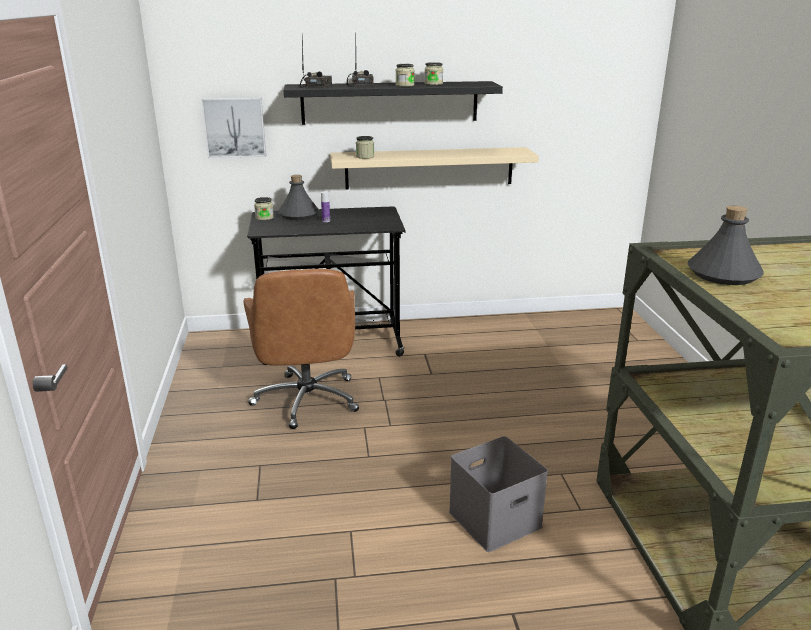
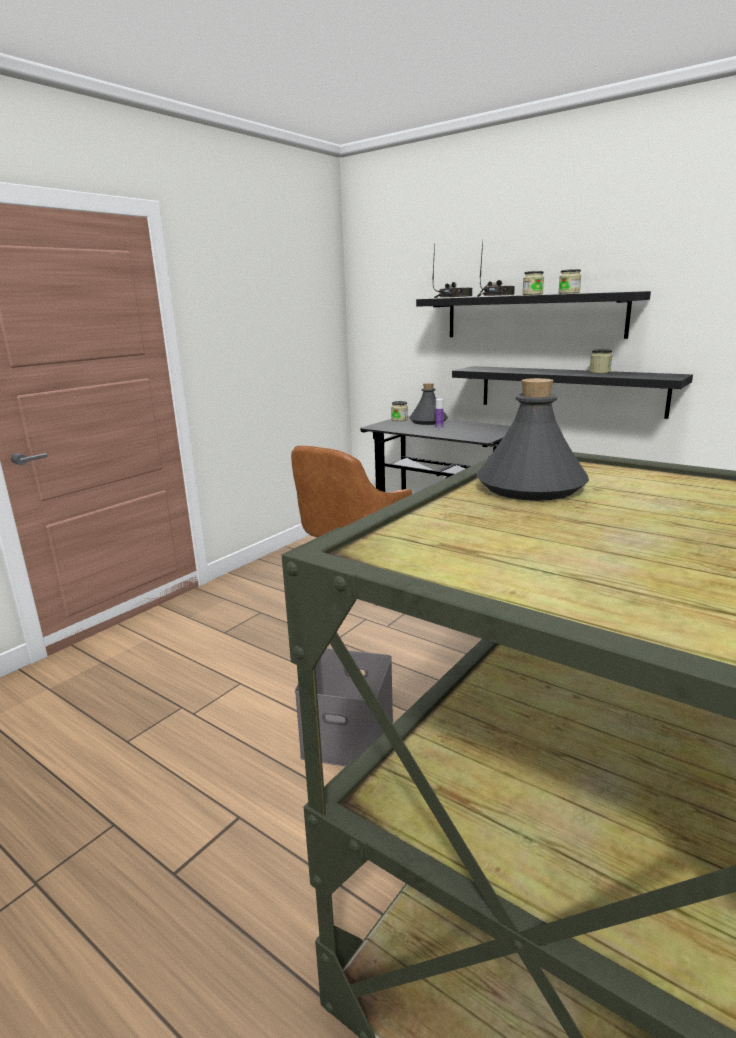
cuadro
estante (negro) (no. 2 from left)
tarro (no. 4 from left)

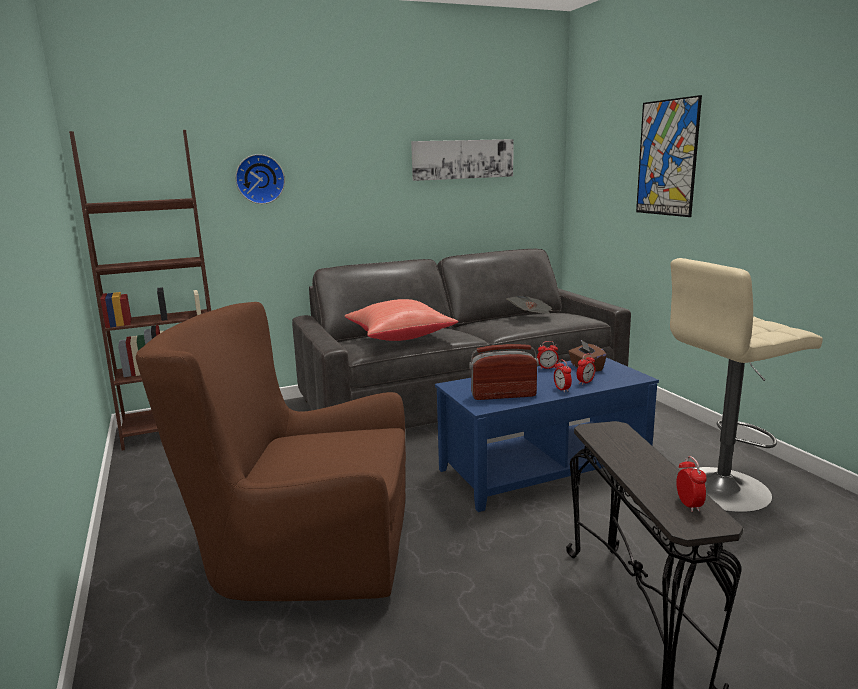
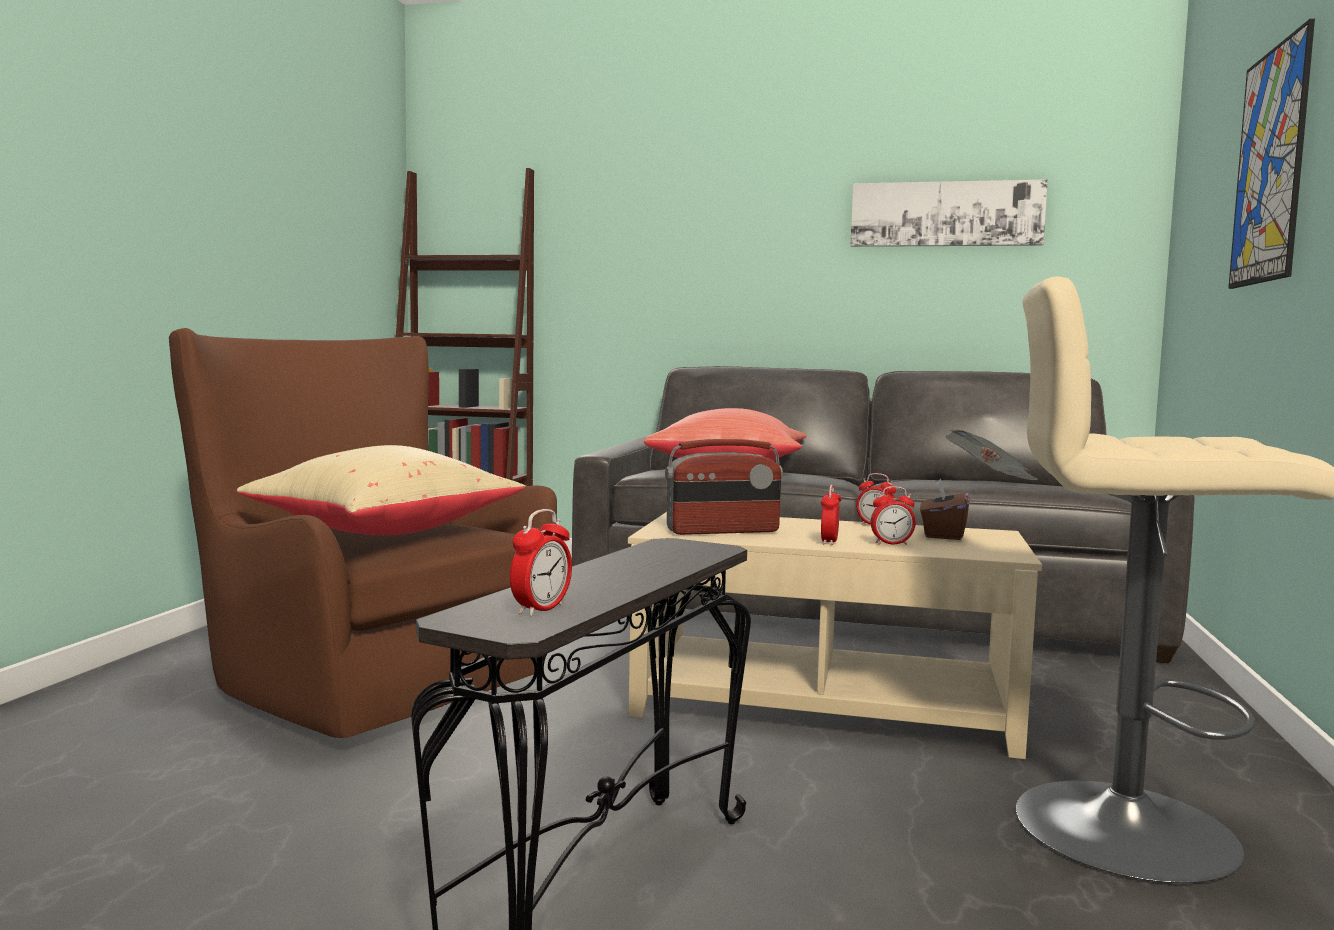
reloj de pared
mesa de centro (beis)
radio
cojín (beis)

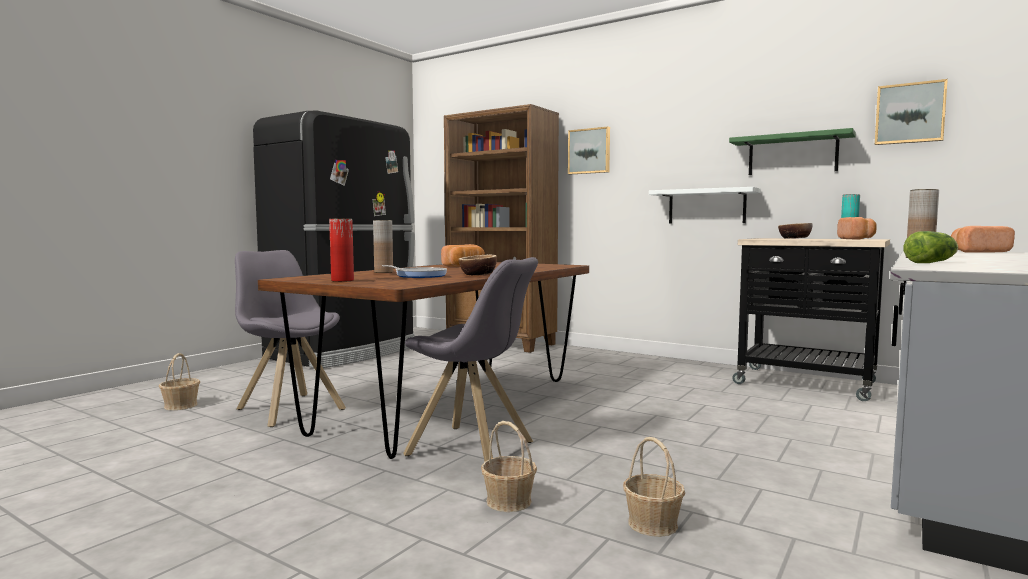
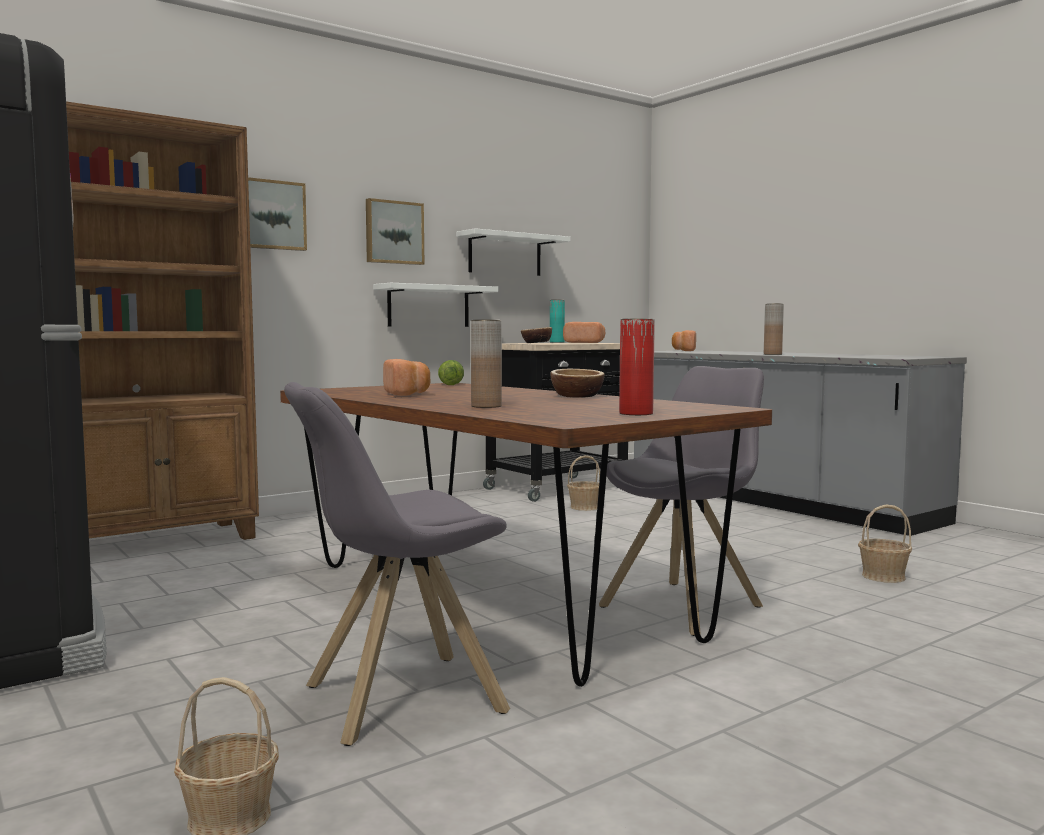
sartén
cesta (no. 2 from left)
estante (blanco) (no. 2 from left)
cuadro (no. 2 from left)
lechuga

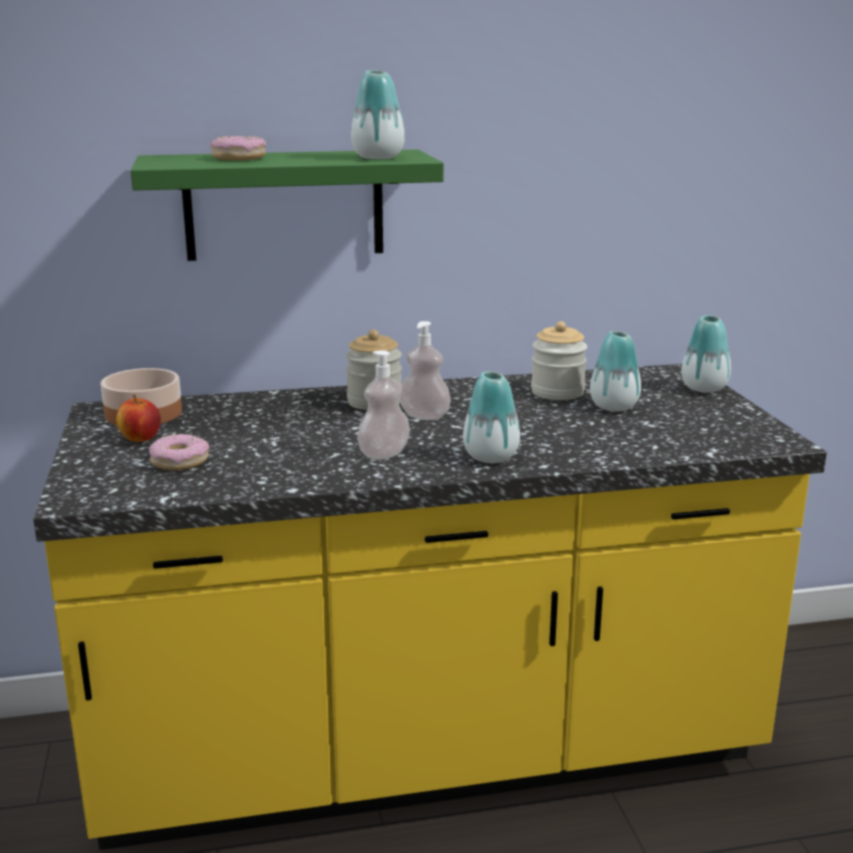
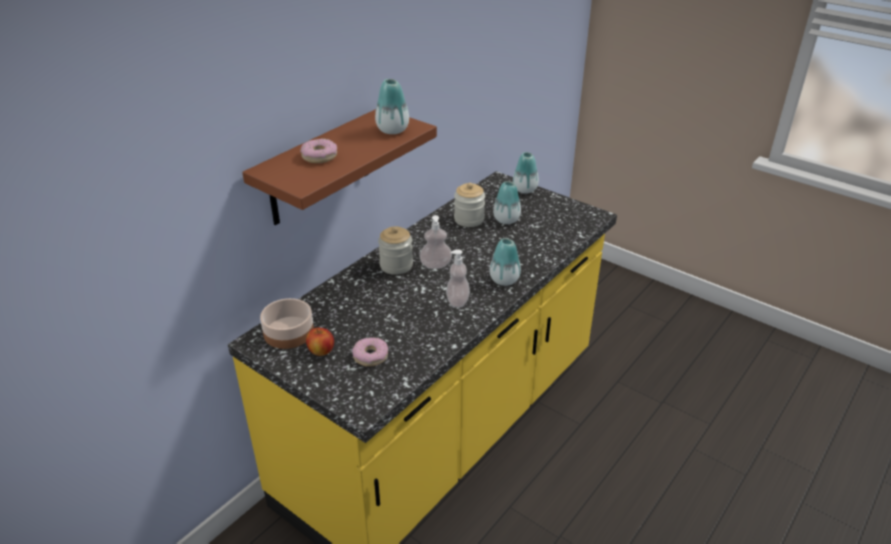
estante (marrón)

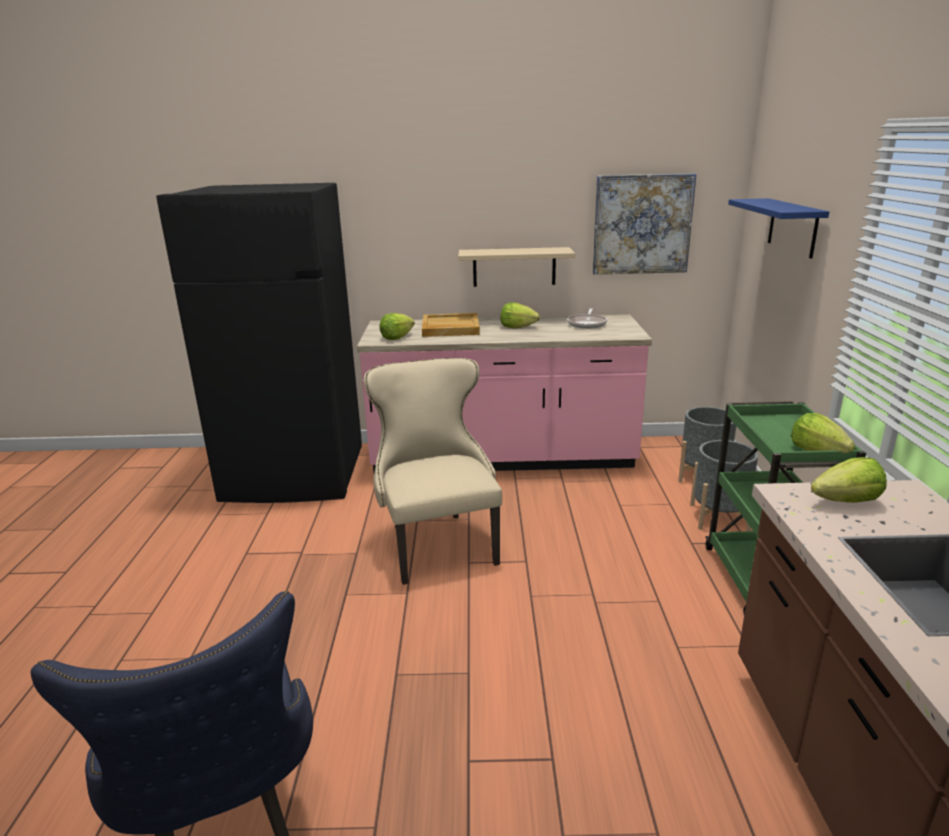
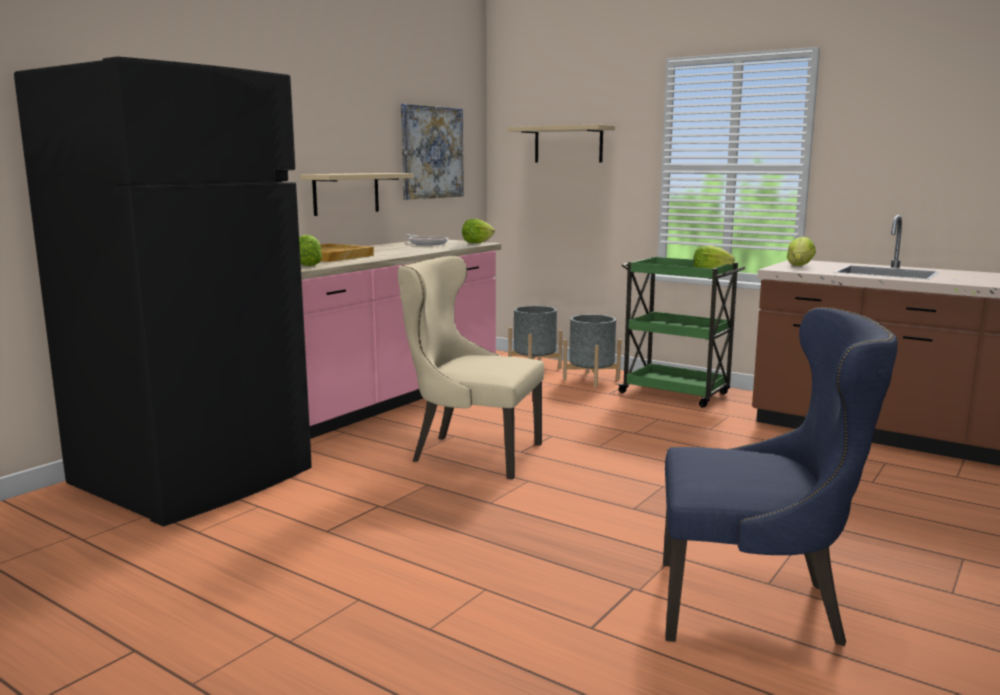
lechuga (no. 2 from left)
estante (beis) (no. 2 from left)

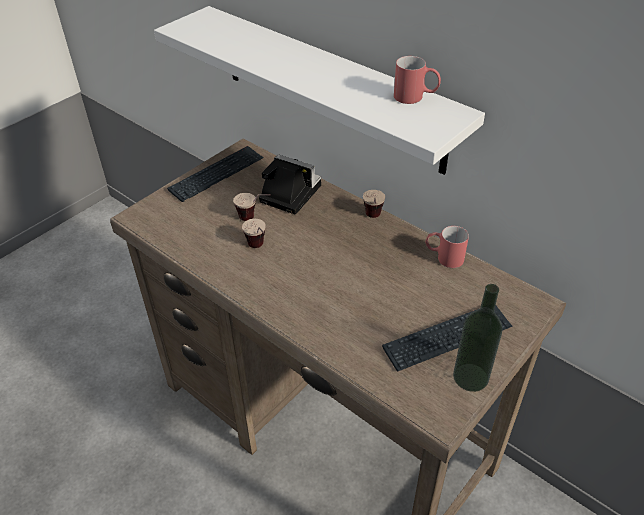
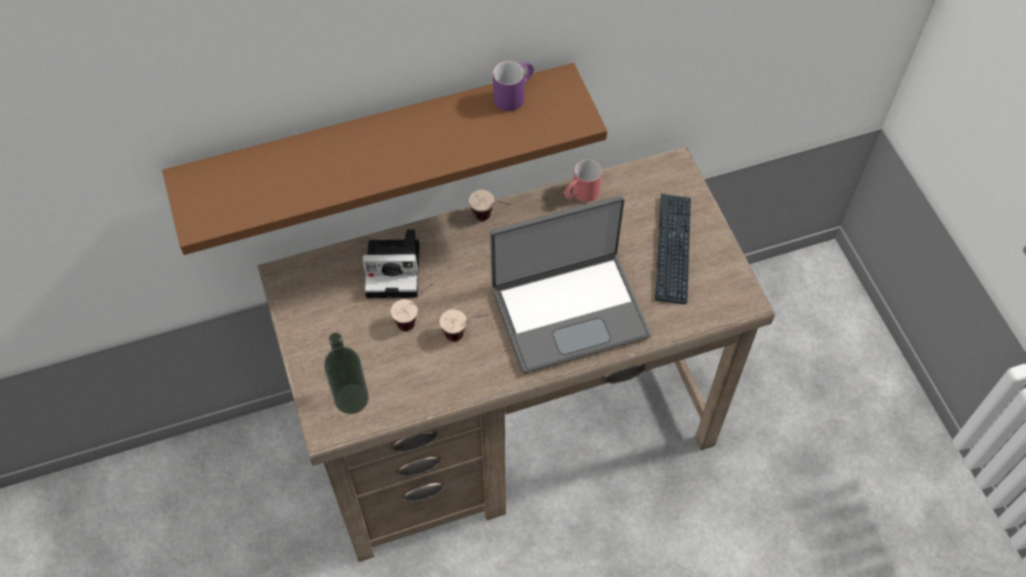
estante (marrón)
teclado (no. 1 from left in the first image)
cámara
taza grande (morado)
botella
portátil

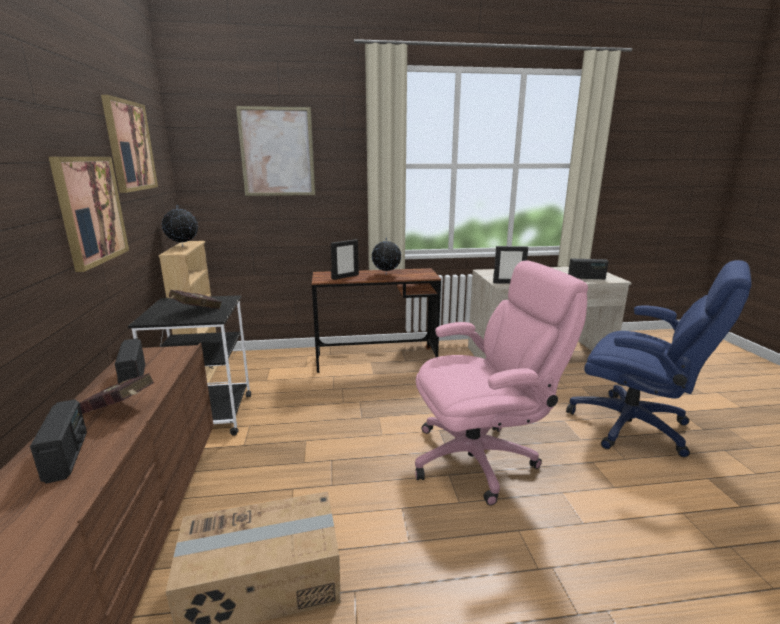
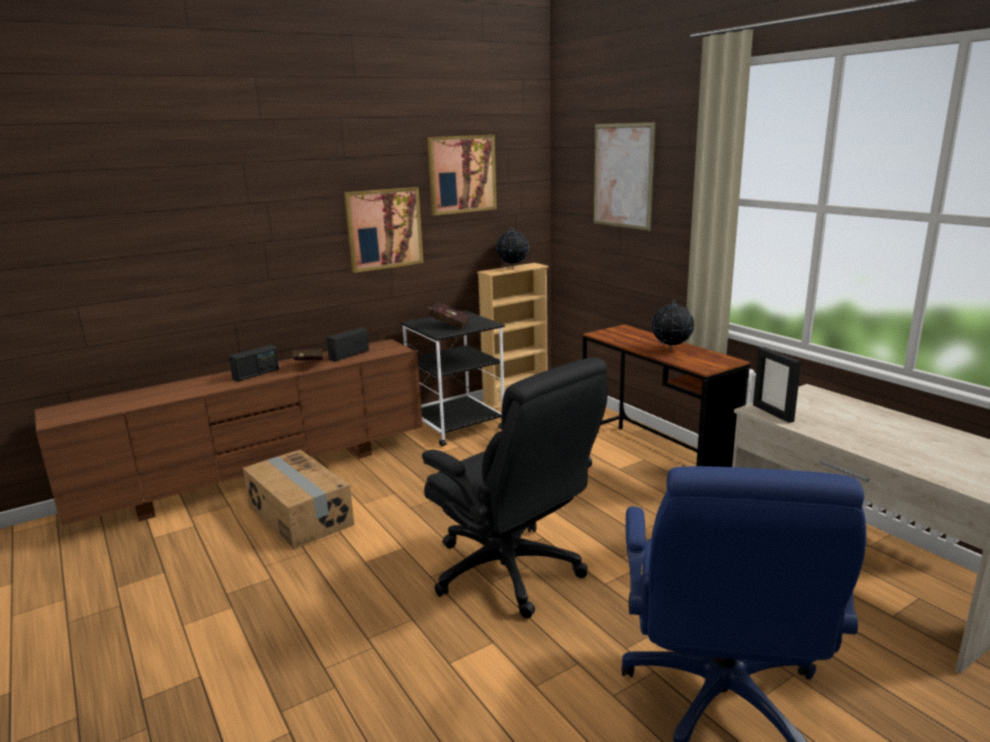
portarretratos (no. 1 from left in the first image)
silla de oficina (negro)
radio (no. 3 from left in the first image)

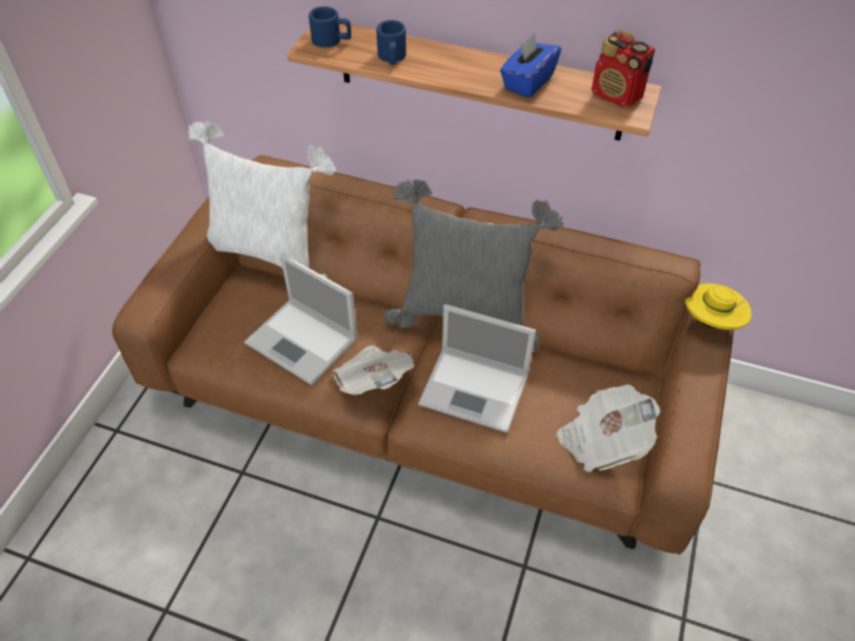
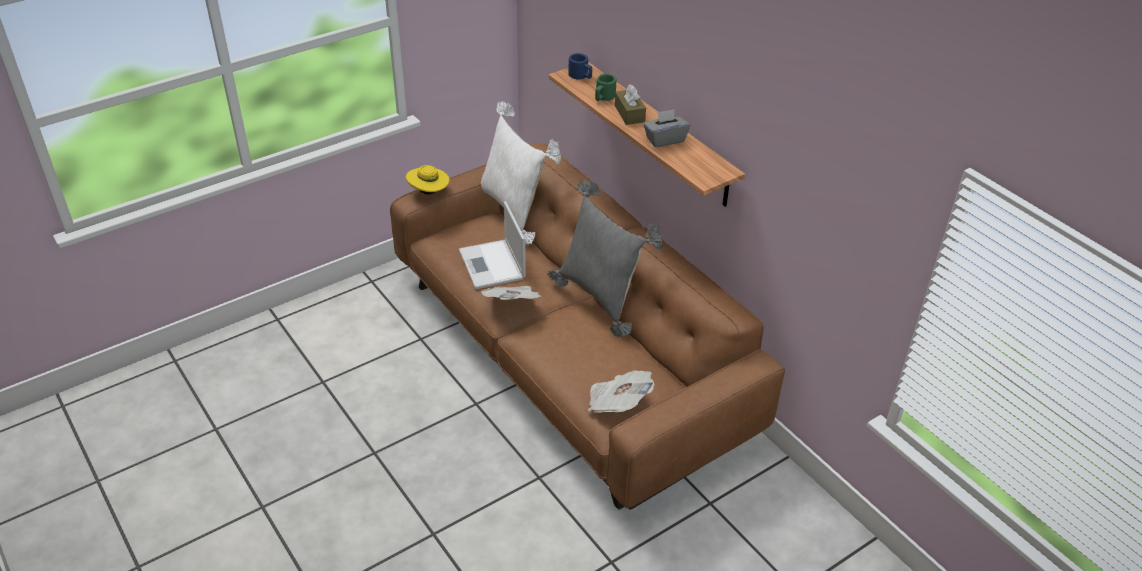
taza grande (verde)
portátil (no. 2 from left in the first image)
caja de pañuelos (gris)
radio
sombrero (amarillo)
caja de pañuelos (marrón)

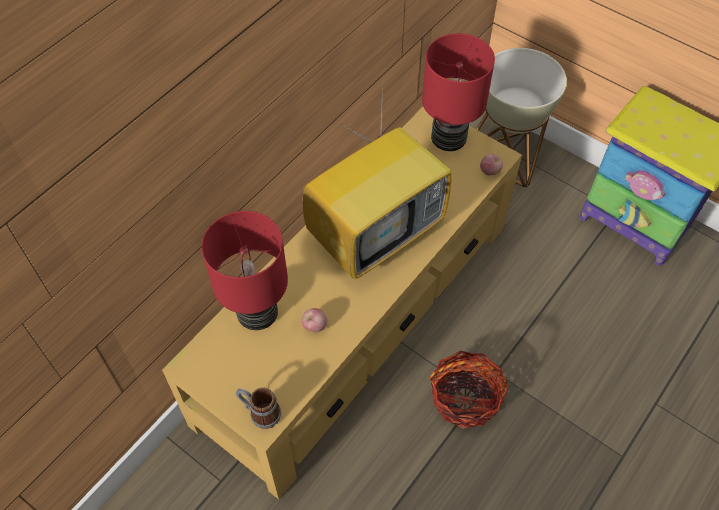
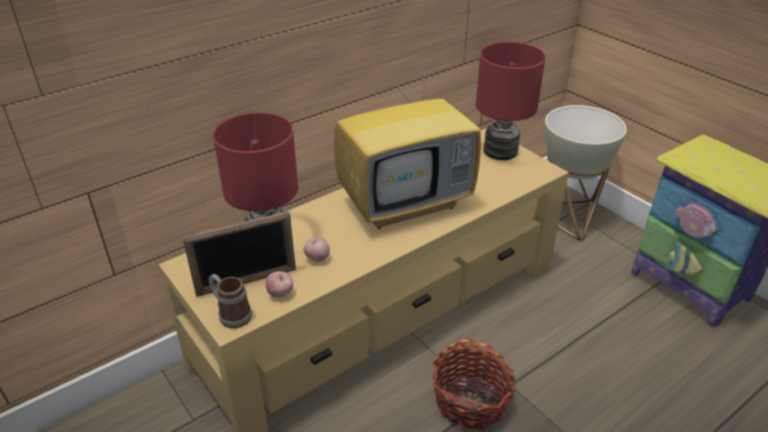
manzana (no. 1 from left)
portarretratos

